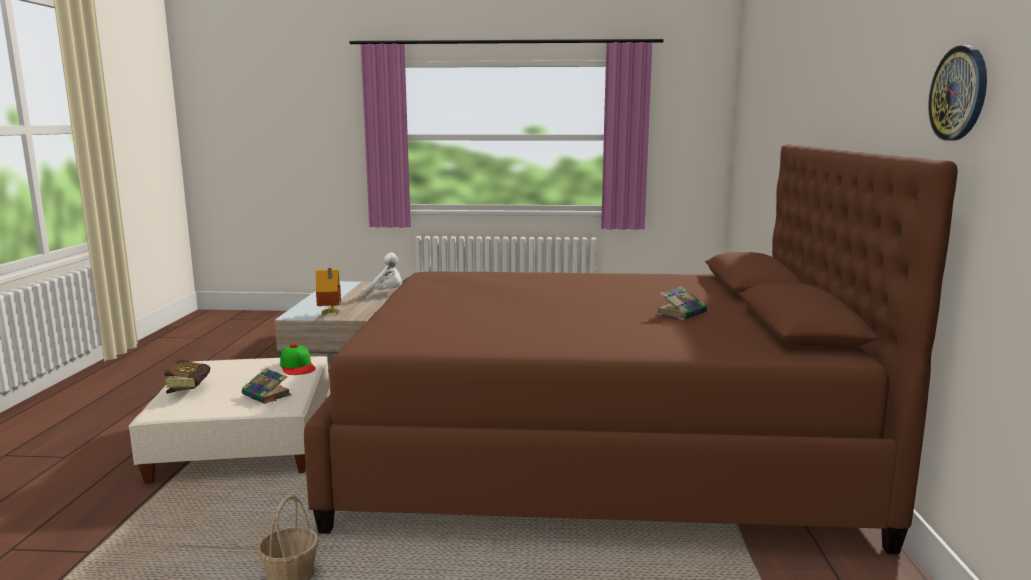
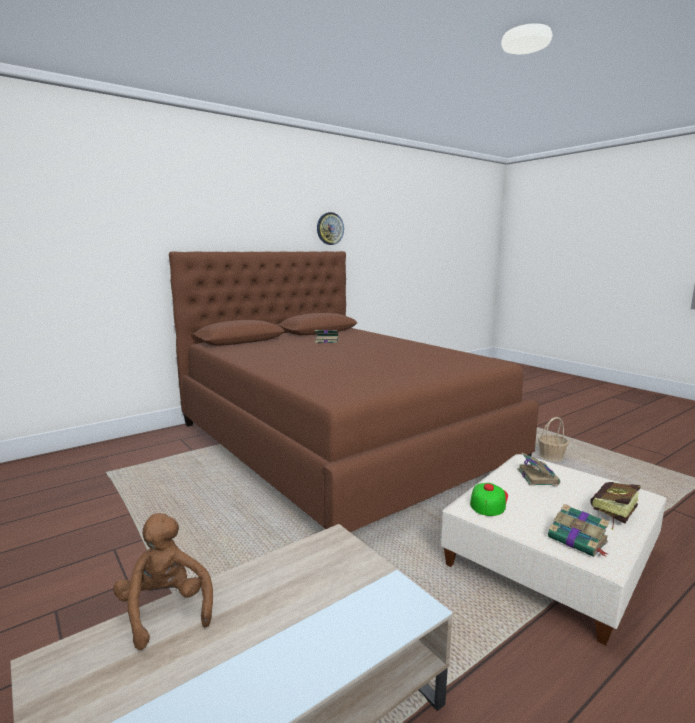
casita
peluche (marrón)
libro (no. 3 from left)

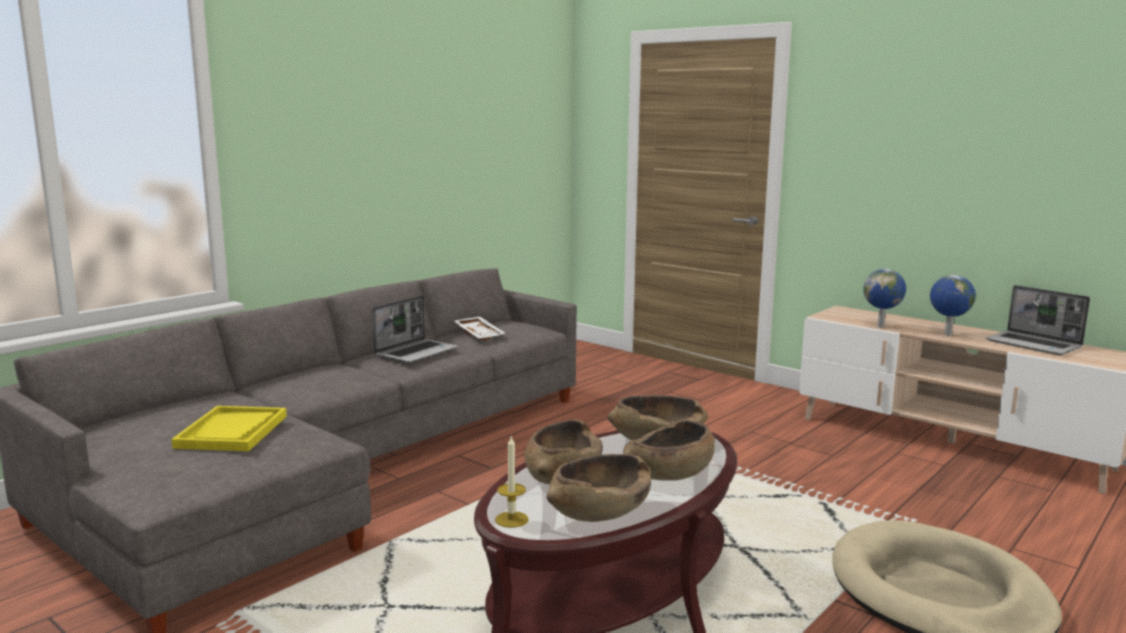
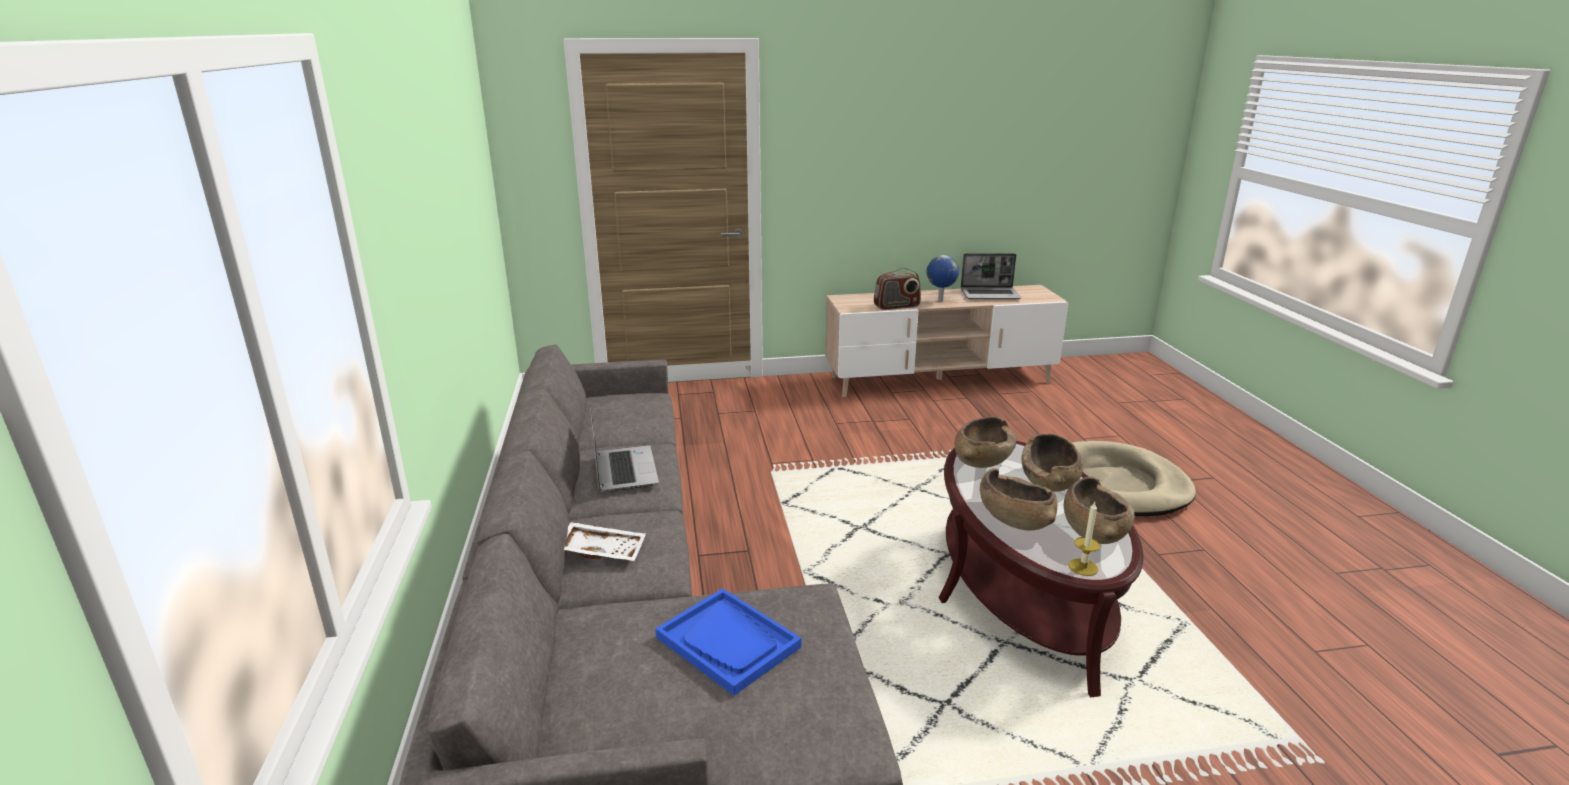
bandeja (azul)
bandeja (blanco)
radio

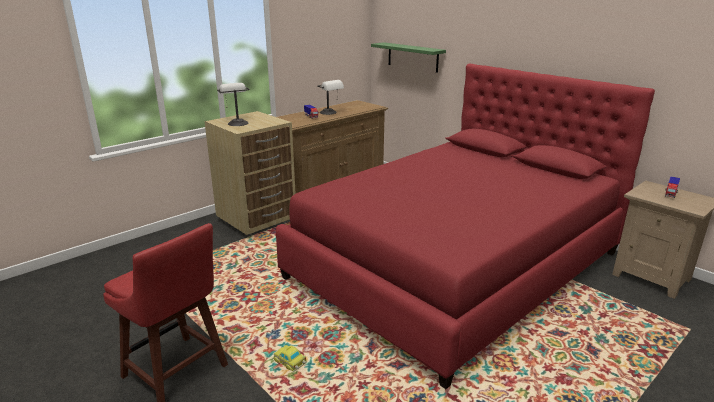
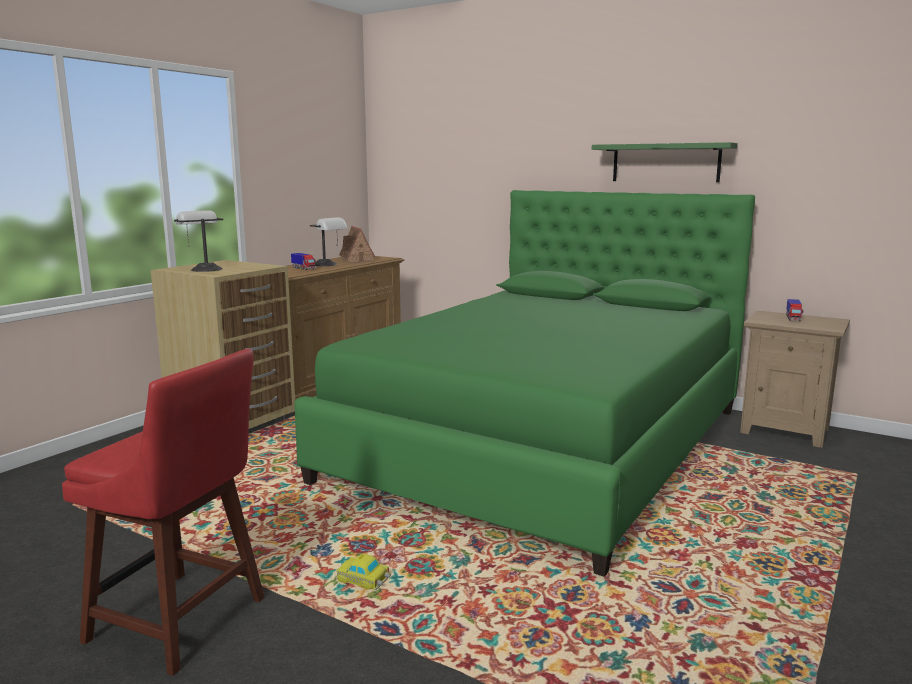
cama (verde)
estante (verde)
casita

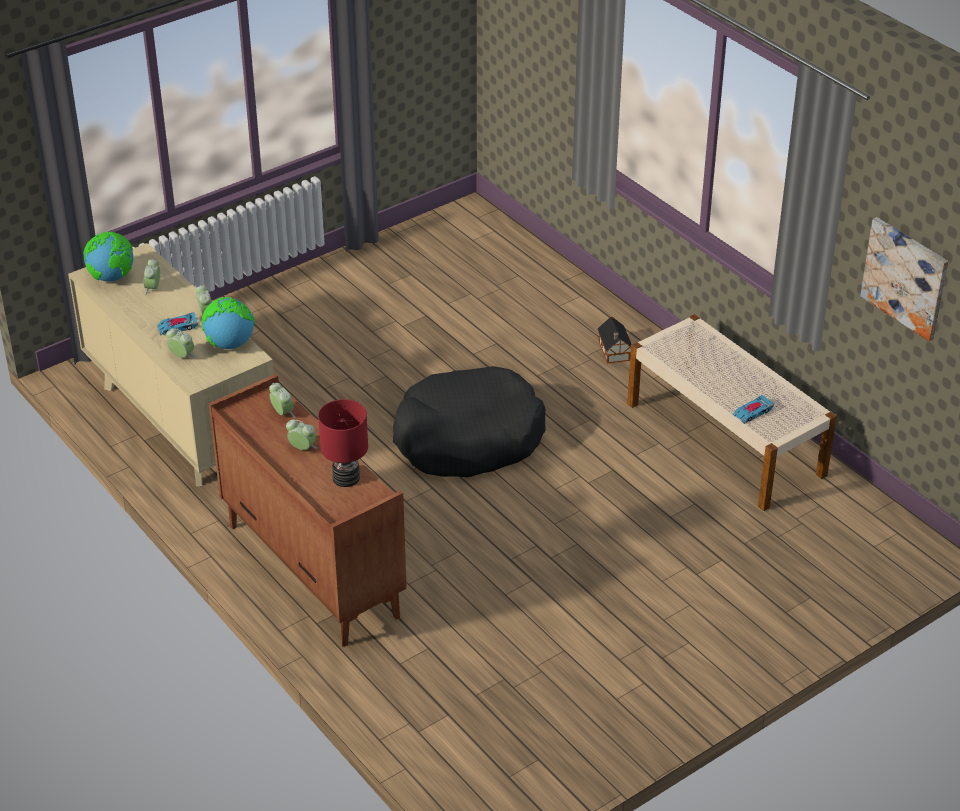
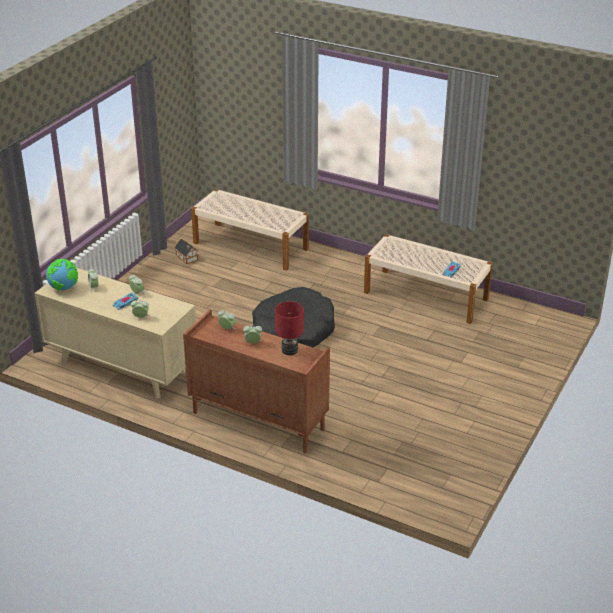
globo terráqueo (no. 2 from left in the first image)
casita
cuadro
banco (beis) (no. 1 from left)

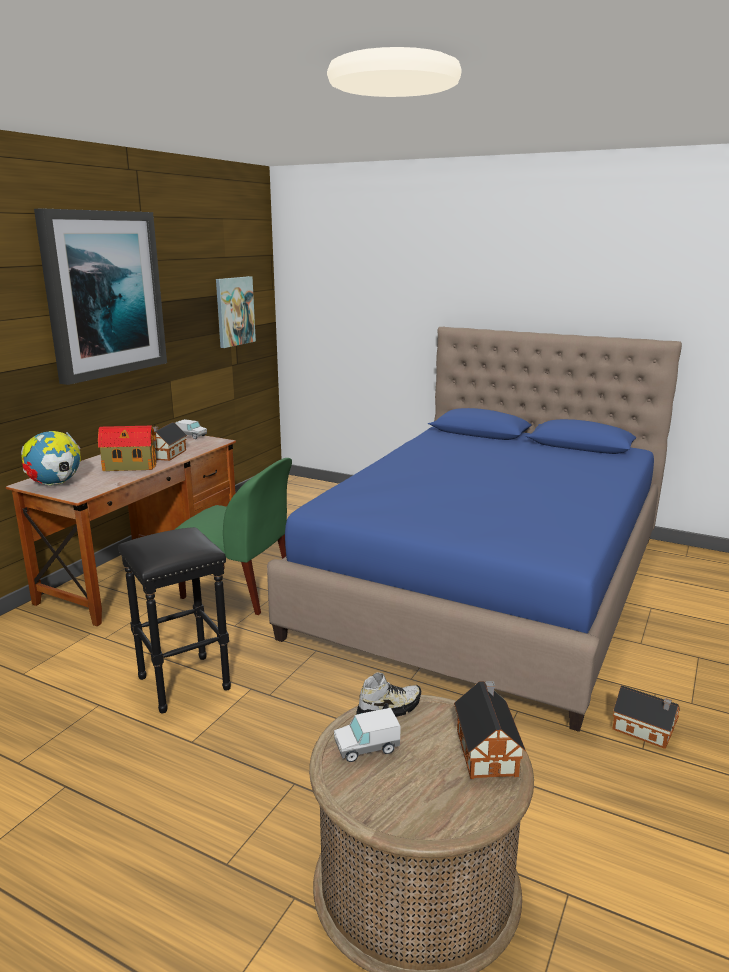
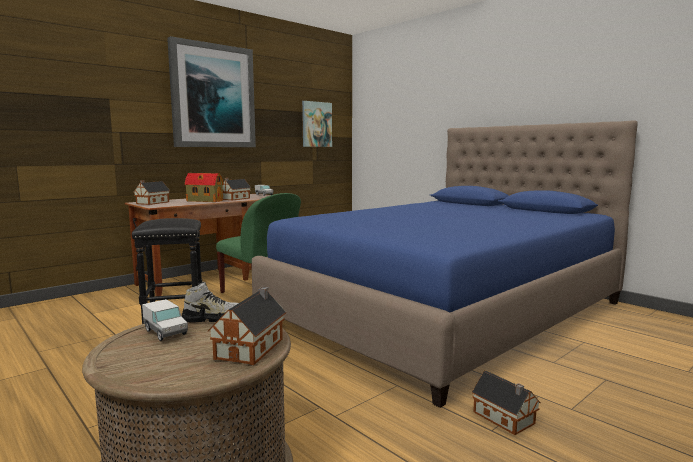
casita (no. 1 from left)
camión de juguete (no. 1 from left)

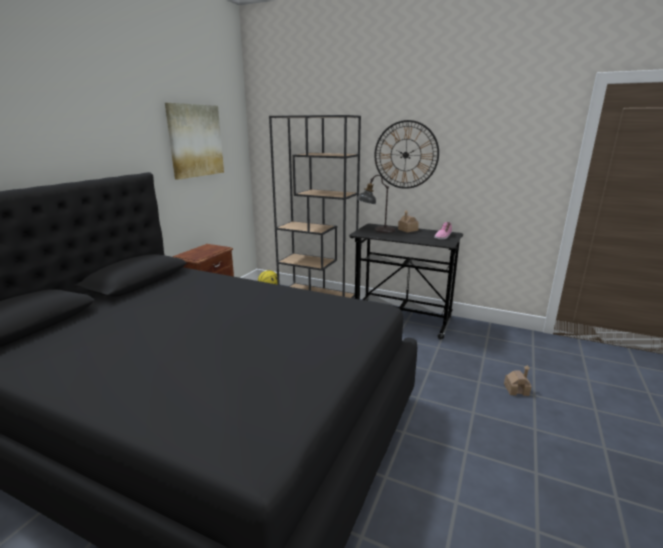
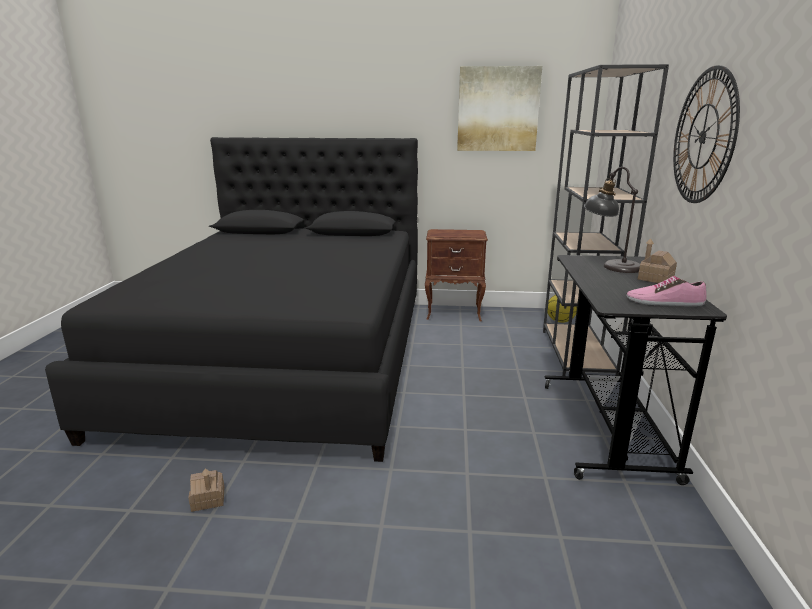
casita (no. 1 from left)

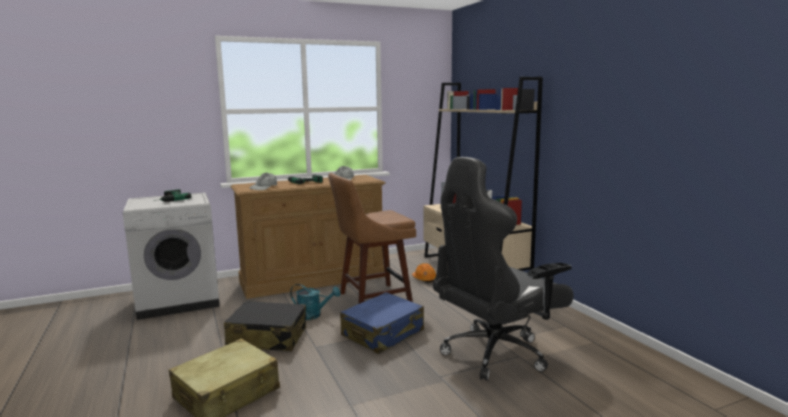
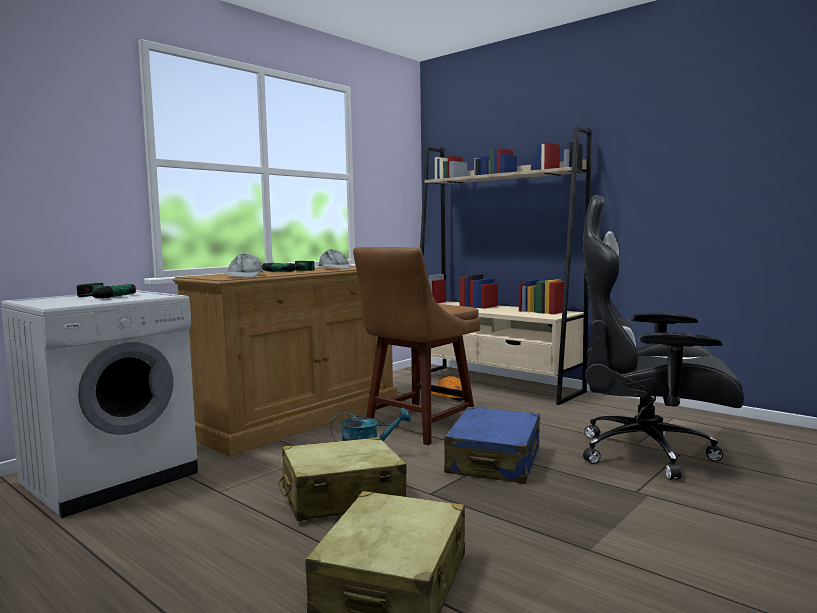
maleta (beis) (no. 1 from left)
silla de oficina (negro)

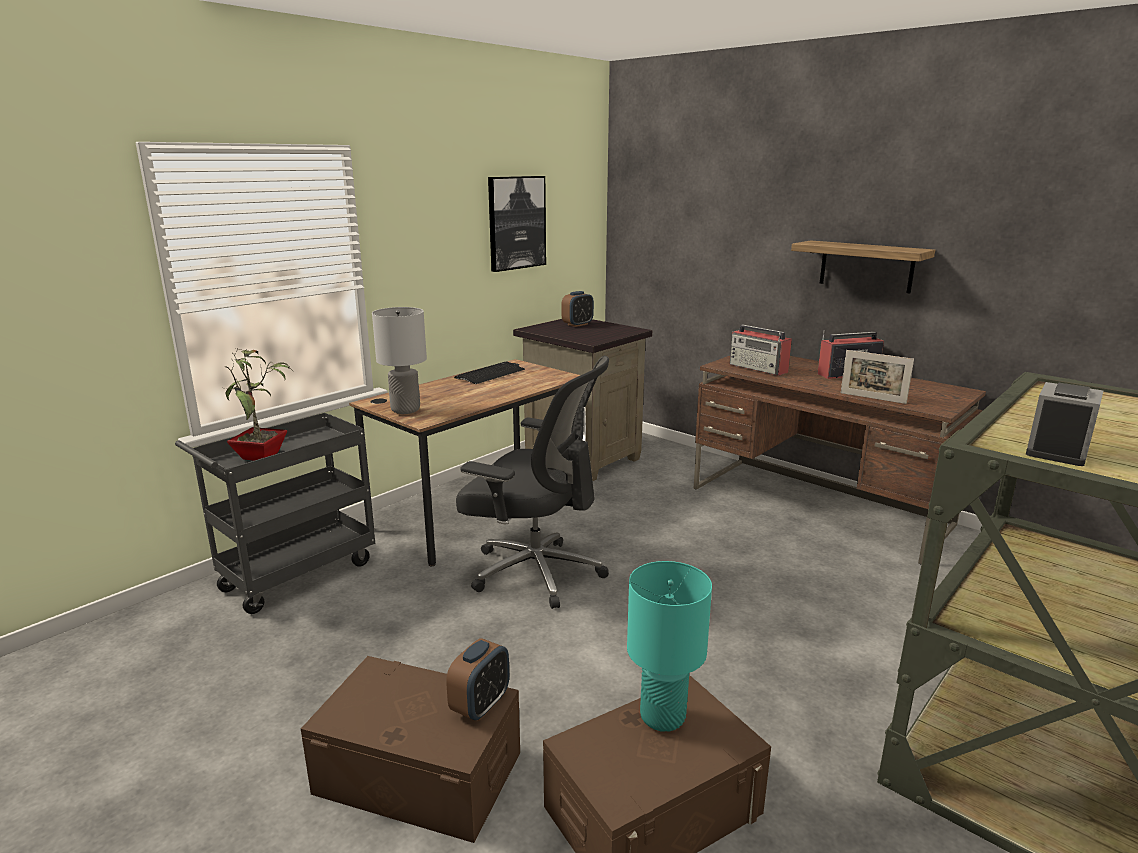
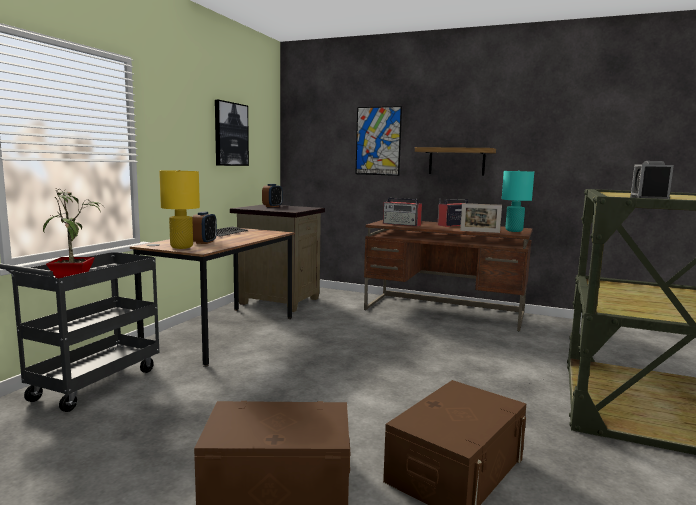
lámpara de mesa (amarillo)
despertador (no. 1 from left)
silla de oficina
lámpara de mesa (turquesa)
cuadro (no. 2 from left)

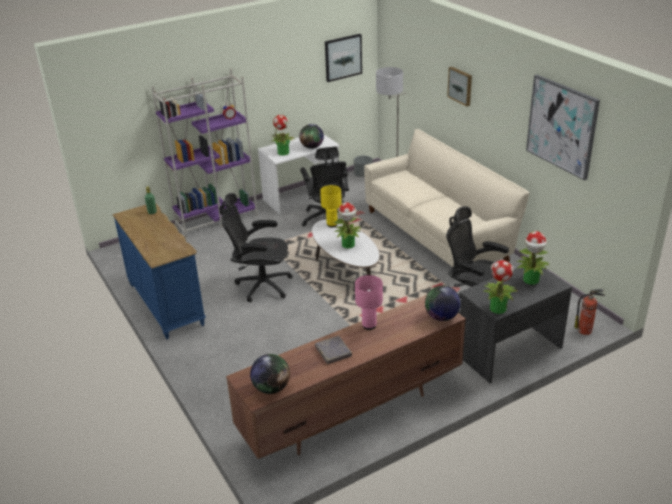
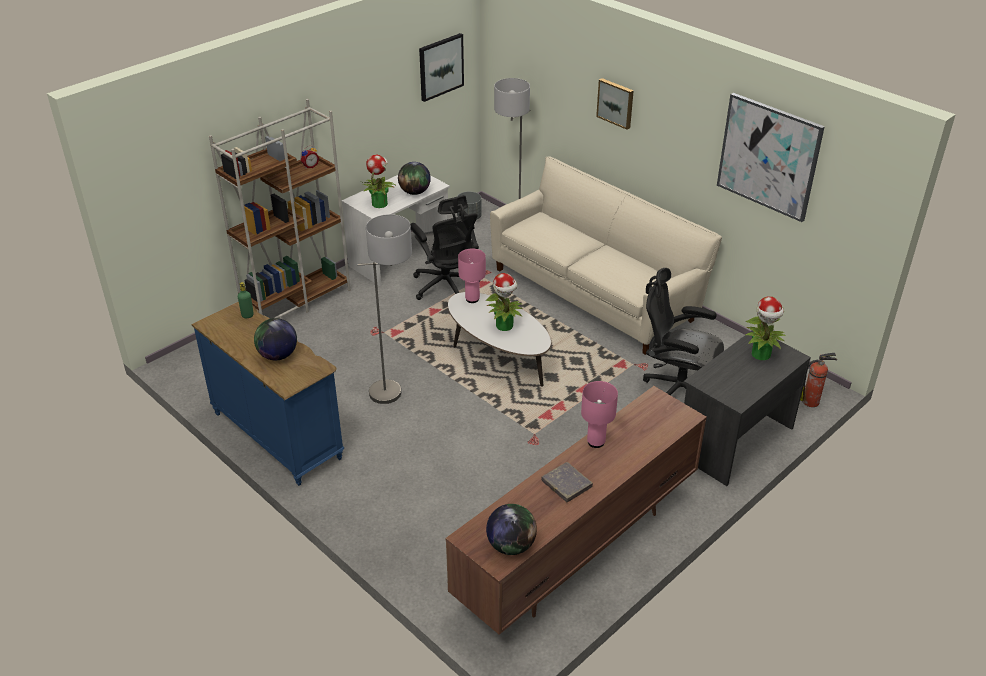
estantería (marrón)
lámpara de pie (gris) (no. 1 from left)
lámpara de mesa (rosa) (no. 1 from left)
globo terráqueo (no. 1 from left)
planta en maceta (no. 3 from left in the first image)

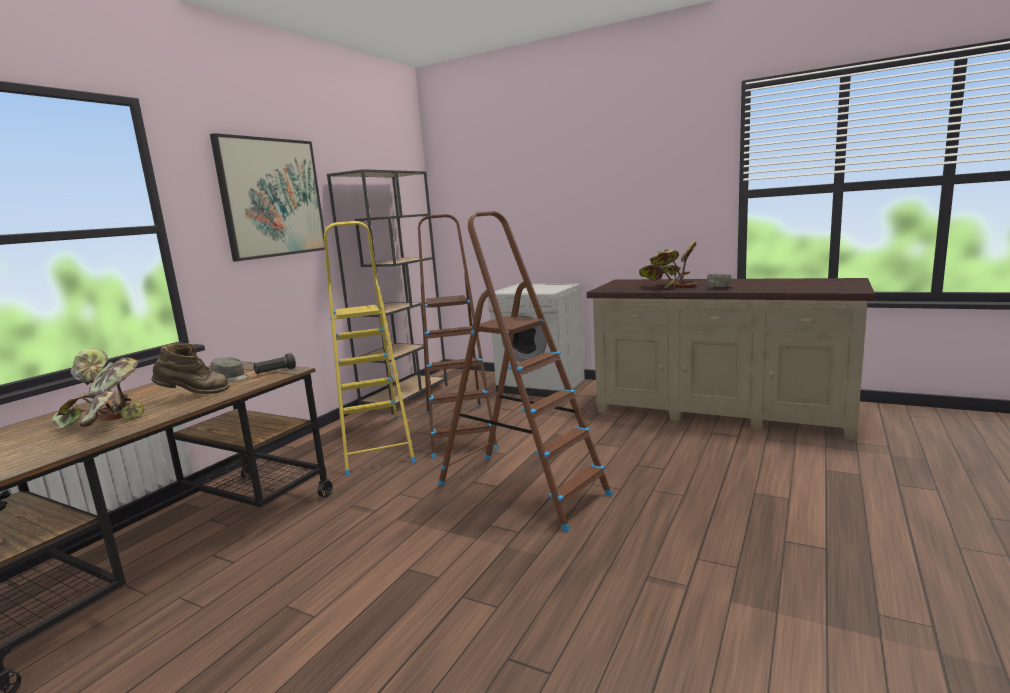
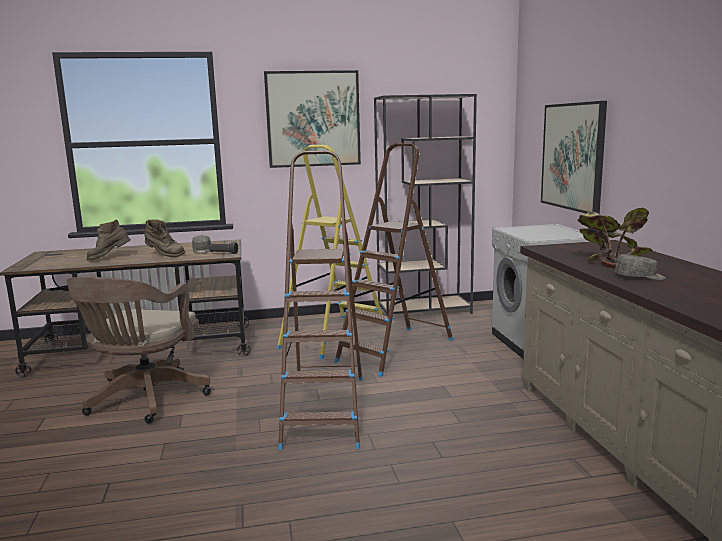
bota (marrón) (no. 1 from left)
silla de oficina (marrón)
cuadro (no. 2 from left)

